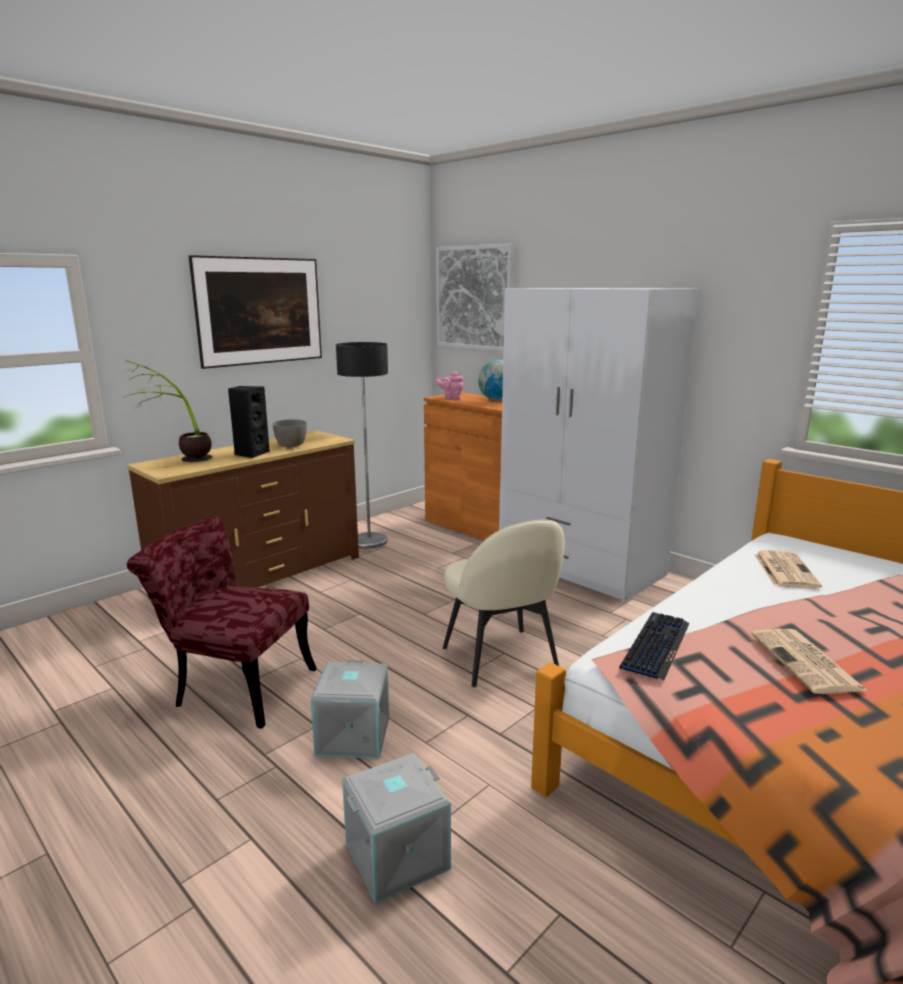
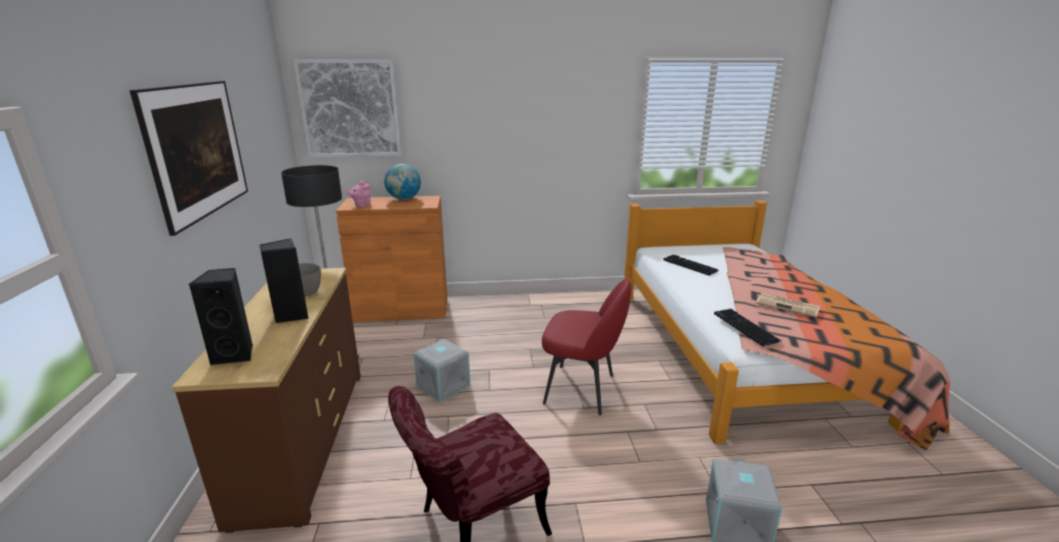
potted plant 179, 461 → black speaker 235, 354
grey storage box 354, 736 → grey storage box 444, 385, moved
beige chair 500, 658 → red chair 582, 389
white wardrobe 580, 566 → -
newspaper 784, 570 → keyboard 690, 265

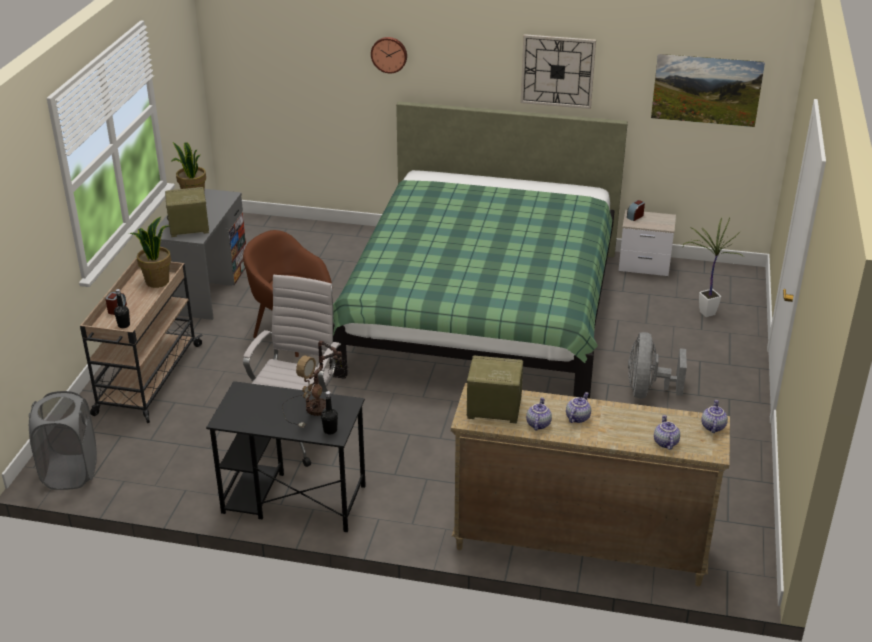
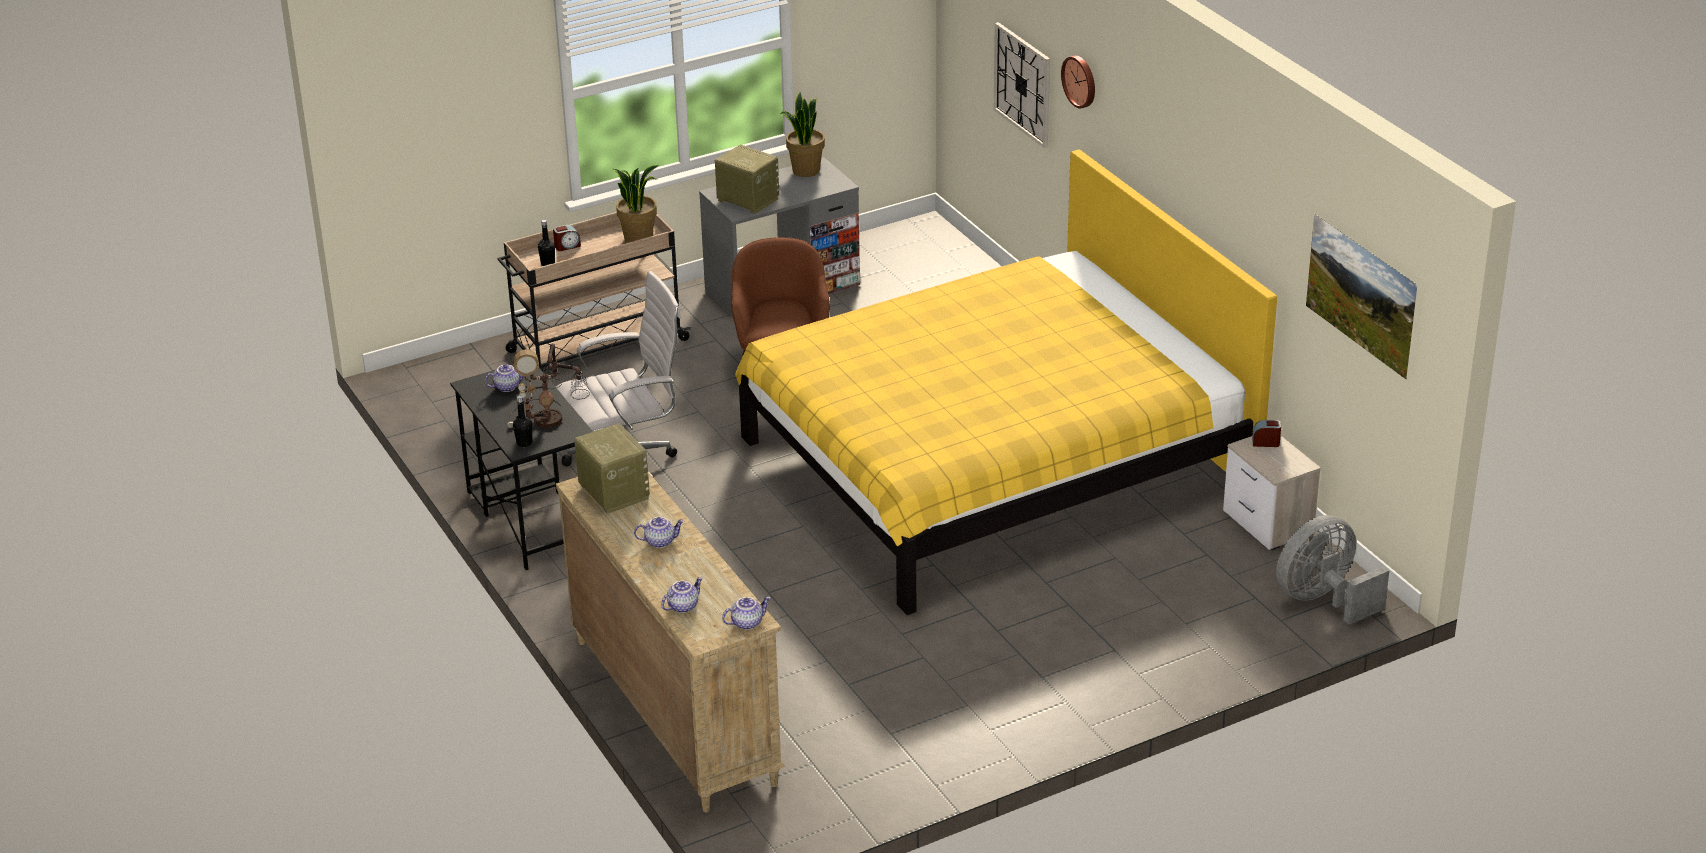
grey laundry basket 70, 472 → -
green bed 482, 311 → yellow bed 992, 463
wall clock 557, 71 → wall clock 1023, 84, moved
teapot 537, 424 → teapot 507, 386, moved
grey fan 647, 391 → grey fan 1323, 600, moved
potted plant 703, 313 → -

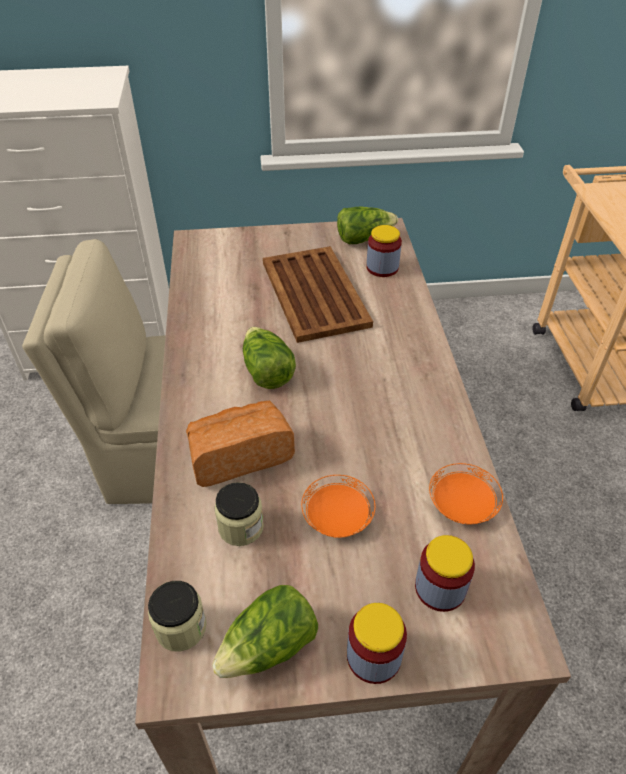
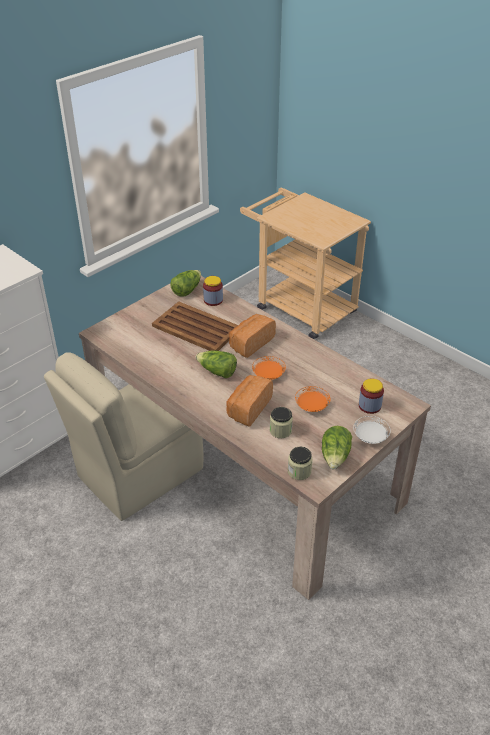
jar 373, 656 → white plate 370, 437
orange plate 462, 505 → orange plate 268, 375, moved
- → bread 250, 343

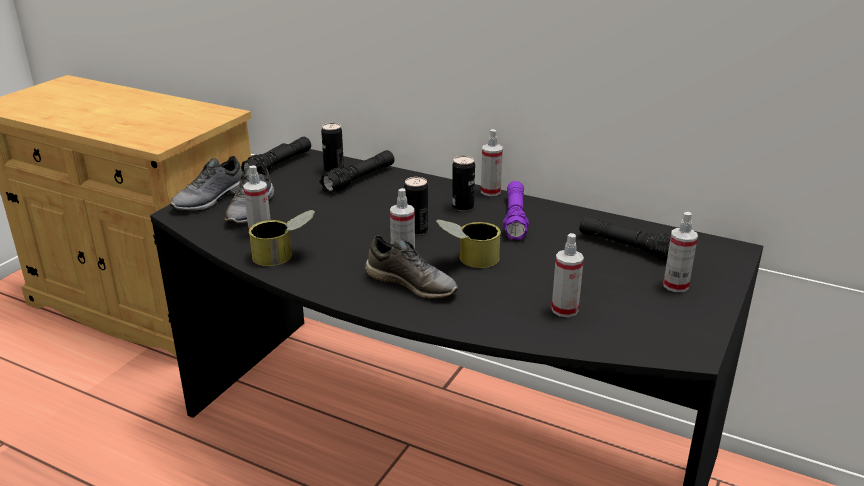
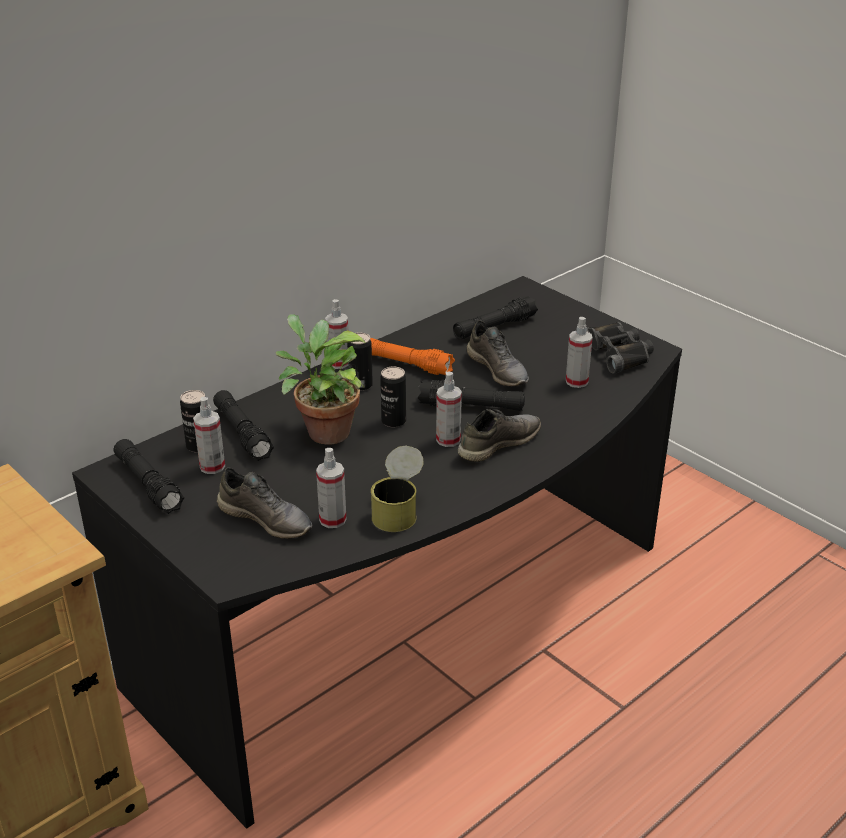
grey shoe 211, 200 → grey shoe 498, 369, moved
can 467, 260 → black flashlight 471, 406
purple flashlight 515, 218 → orange flashlight 405, 364
spray bottle 675, 285 → spray bottle 212, 466, moved
- → potted plant 324, 431
- → black binoculars 617, 353

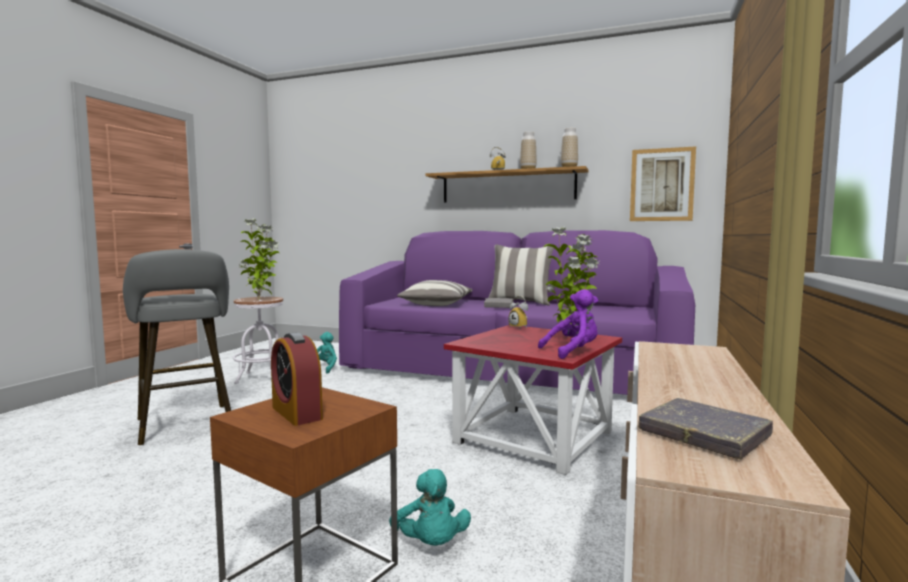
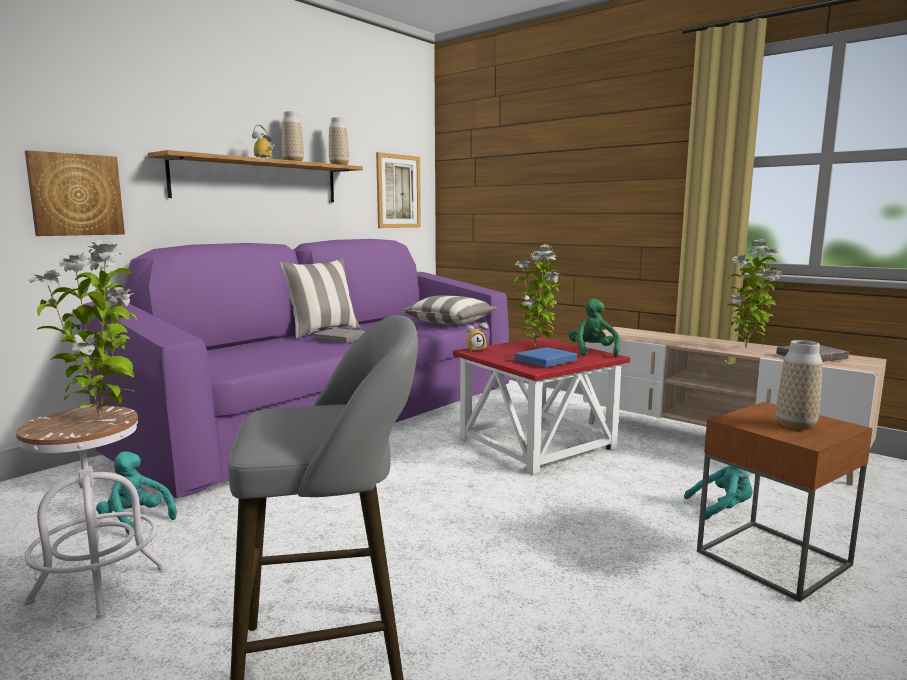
alarm clock 296, 413 → vase 795, 425
pillow 436, 304 → pillow 450, 322, moved
purple plush toy 573, 352 → green plush toy 592, 352
- → picture 76, 195
- → blue book 545, 361
- → potted plant 747, 348

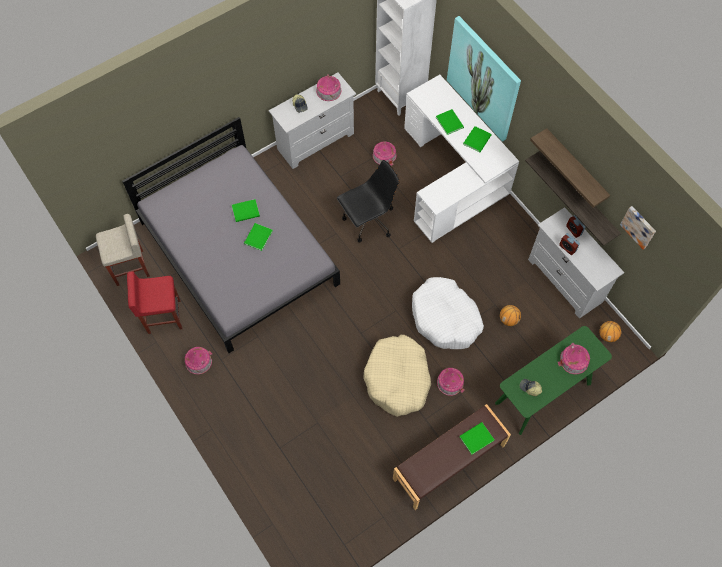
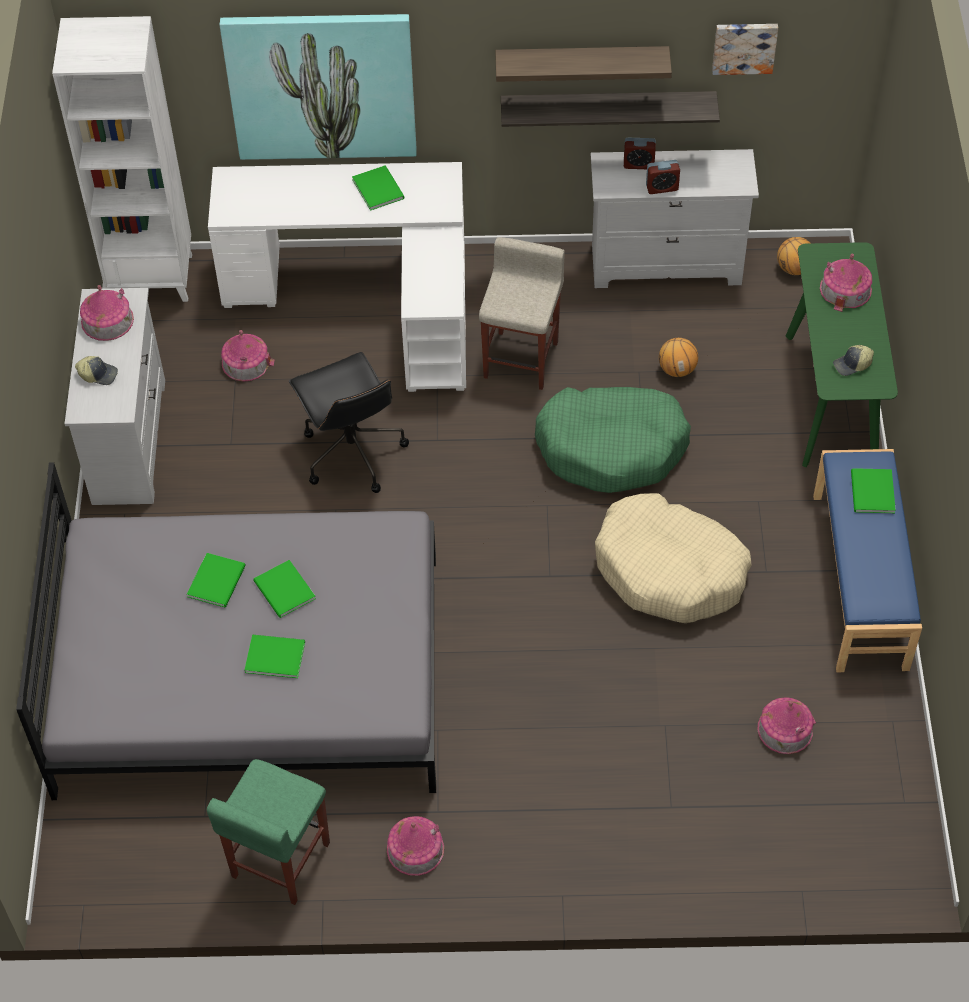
beige stool 130, 267 → beige stool 521, 359, moved
red stool 163, 316 → green stool 280, 861
black office chair 368, 221 → black office chair 351, 452, 150 degrees clockwise
brown bench 449, 462 → blue bench 861, 580
white dog bed 445, 318 → green dog bed 612, 447
green book 449, 121 → green book 273, 656, moved
toy house 450, 382 → toy house 785, 729, moved

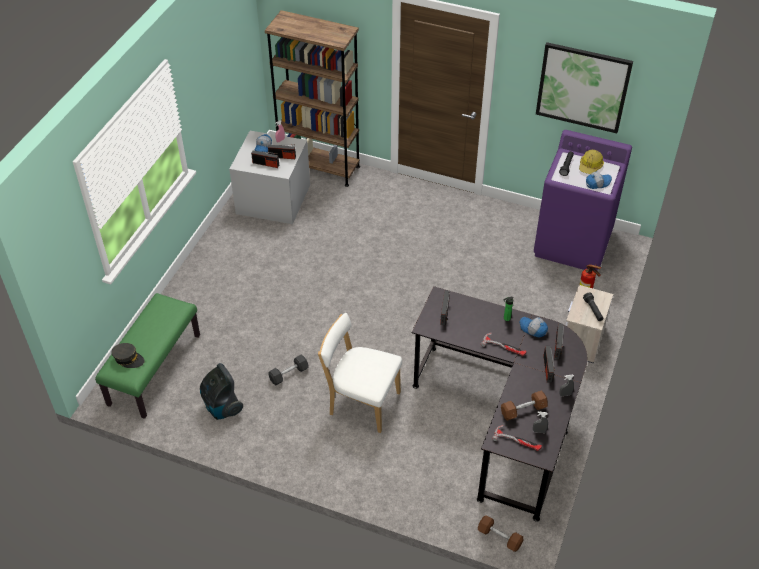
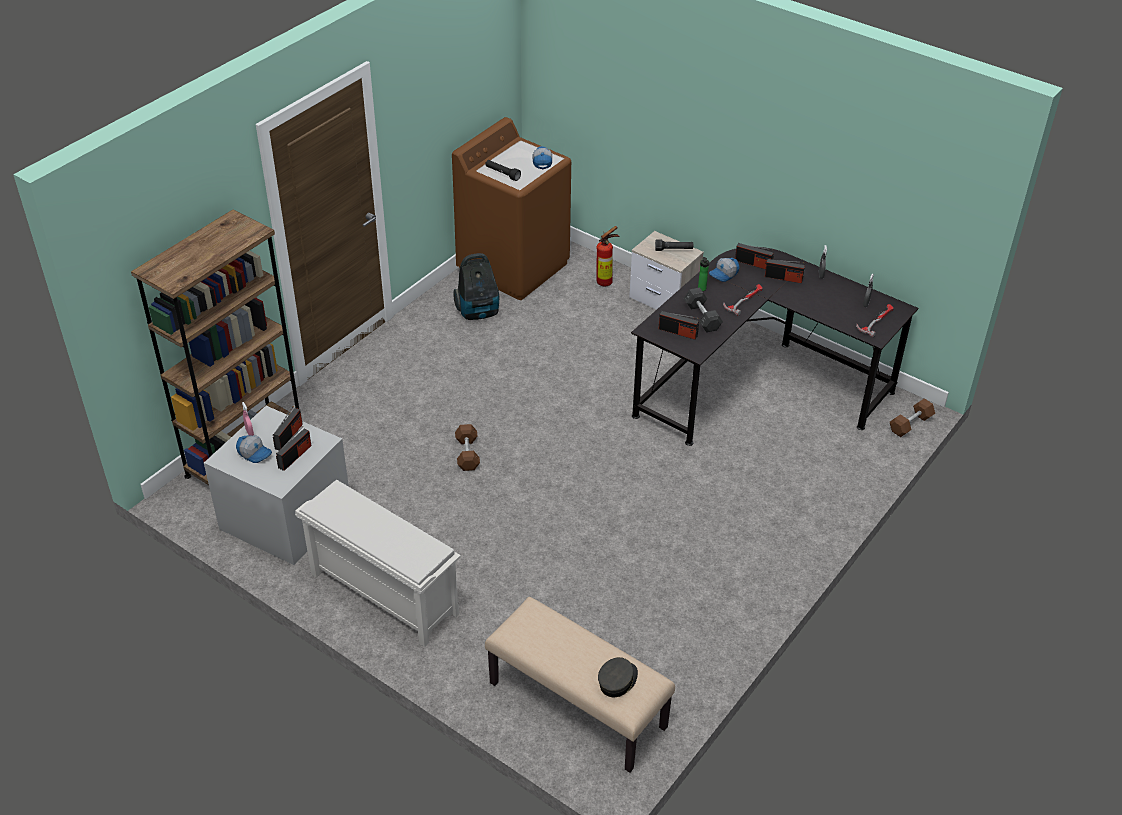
green bench 154, 369 → beige bench 576, 705
vacuum cleaner 222, 407 → vacuum cleaner 479, 312, moved
grey dumbbell 288, 374 → grey dumbbell 702, 317, moved
white chair 361, 402 → -
brown dumbbell 523, 410 → brown dumbbell 467, 454, moved
purple washing machine 573, 243 → brown washing machine 514, 266
picture 583, 87 → -
hard hat 590, 166 → -
- → white shoe rack 382, 593

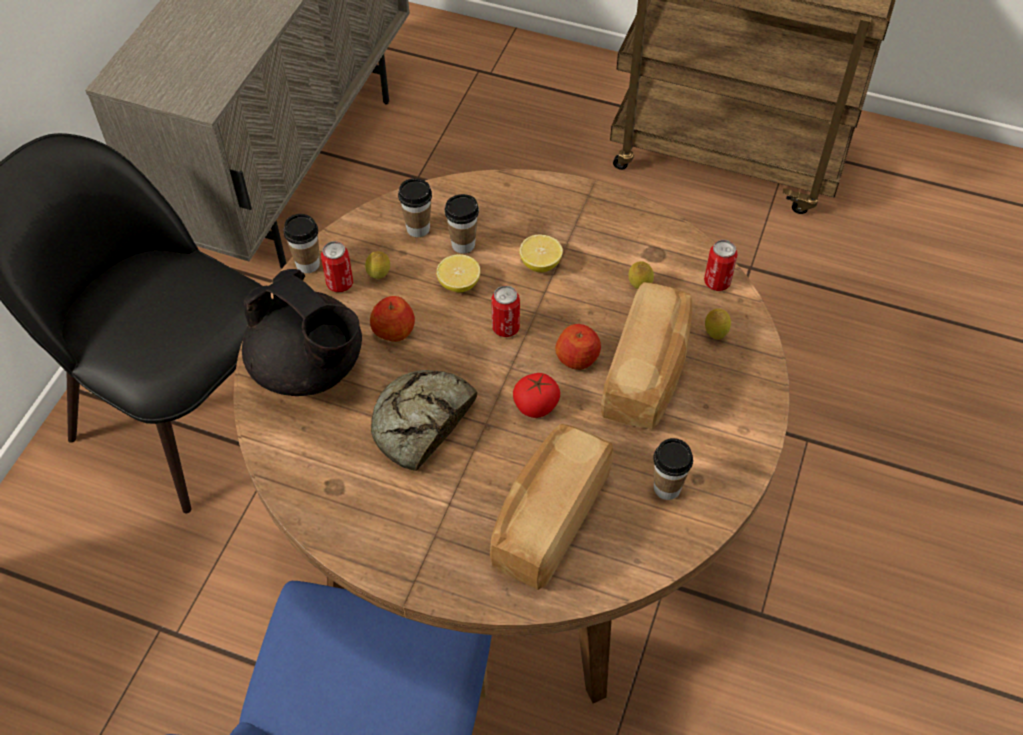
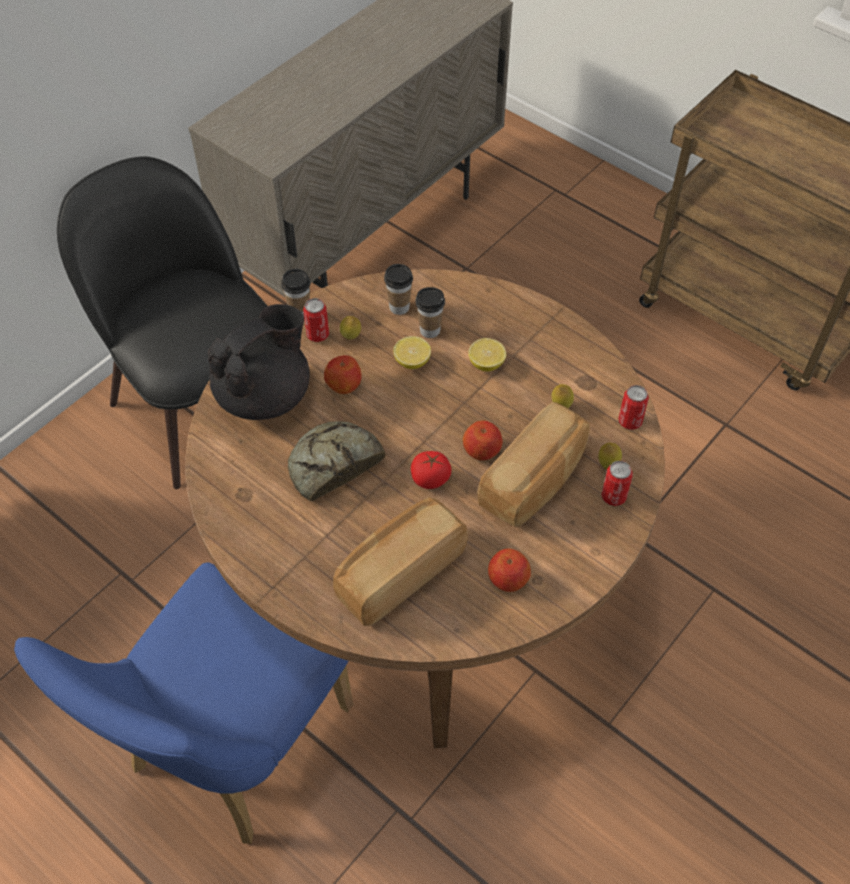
black teapot 309, 368 → black teapot 265, 395, 105 degrees counterclockwise
can 505, 328 → can 613, 496, moved
cup 667, 488 → apple 508, 579

